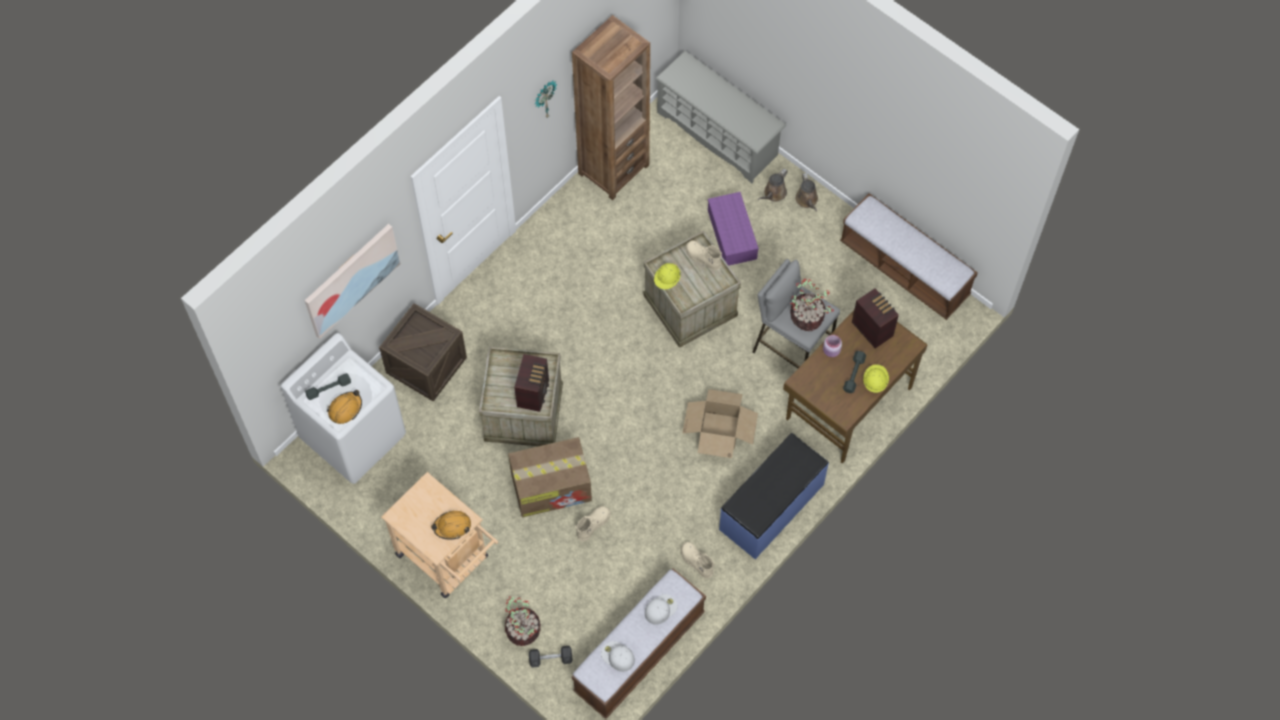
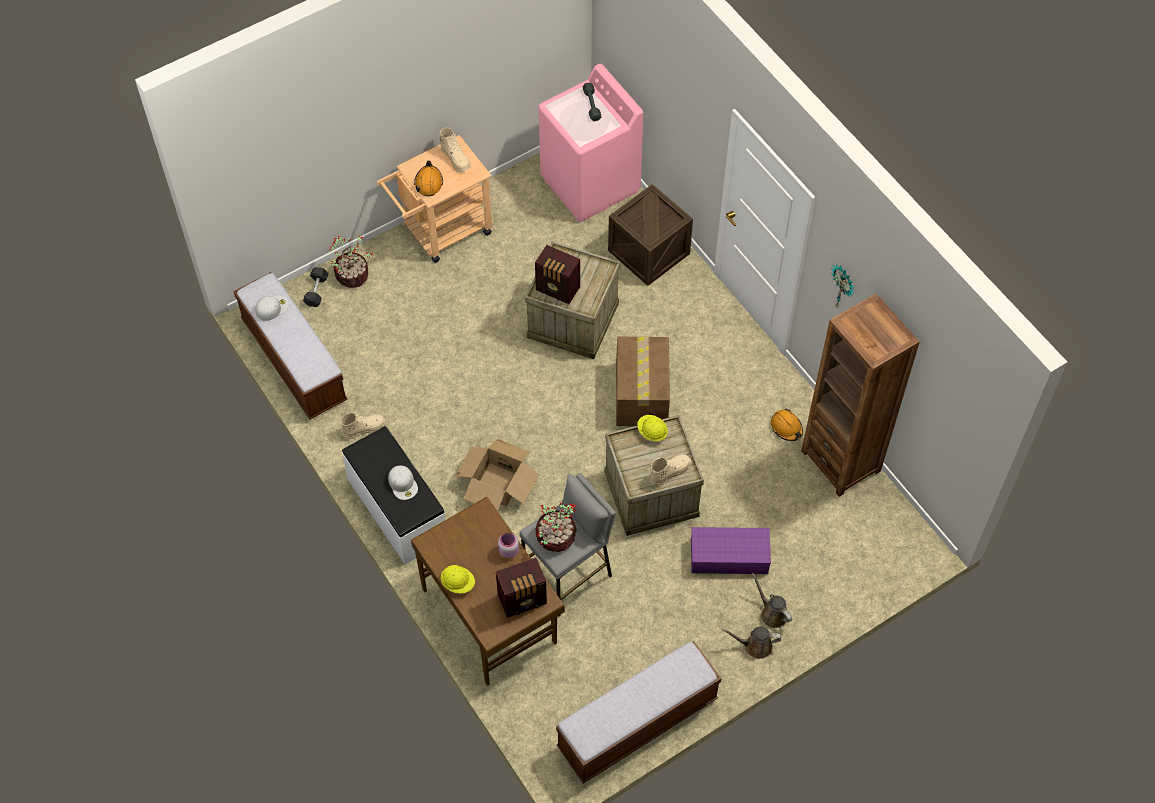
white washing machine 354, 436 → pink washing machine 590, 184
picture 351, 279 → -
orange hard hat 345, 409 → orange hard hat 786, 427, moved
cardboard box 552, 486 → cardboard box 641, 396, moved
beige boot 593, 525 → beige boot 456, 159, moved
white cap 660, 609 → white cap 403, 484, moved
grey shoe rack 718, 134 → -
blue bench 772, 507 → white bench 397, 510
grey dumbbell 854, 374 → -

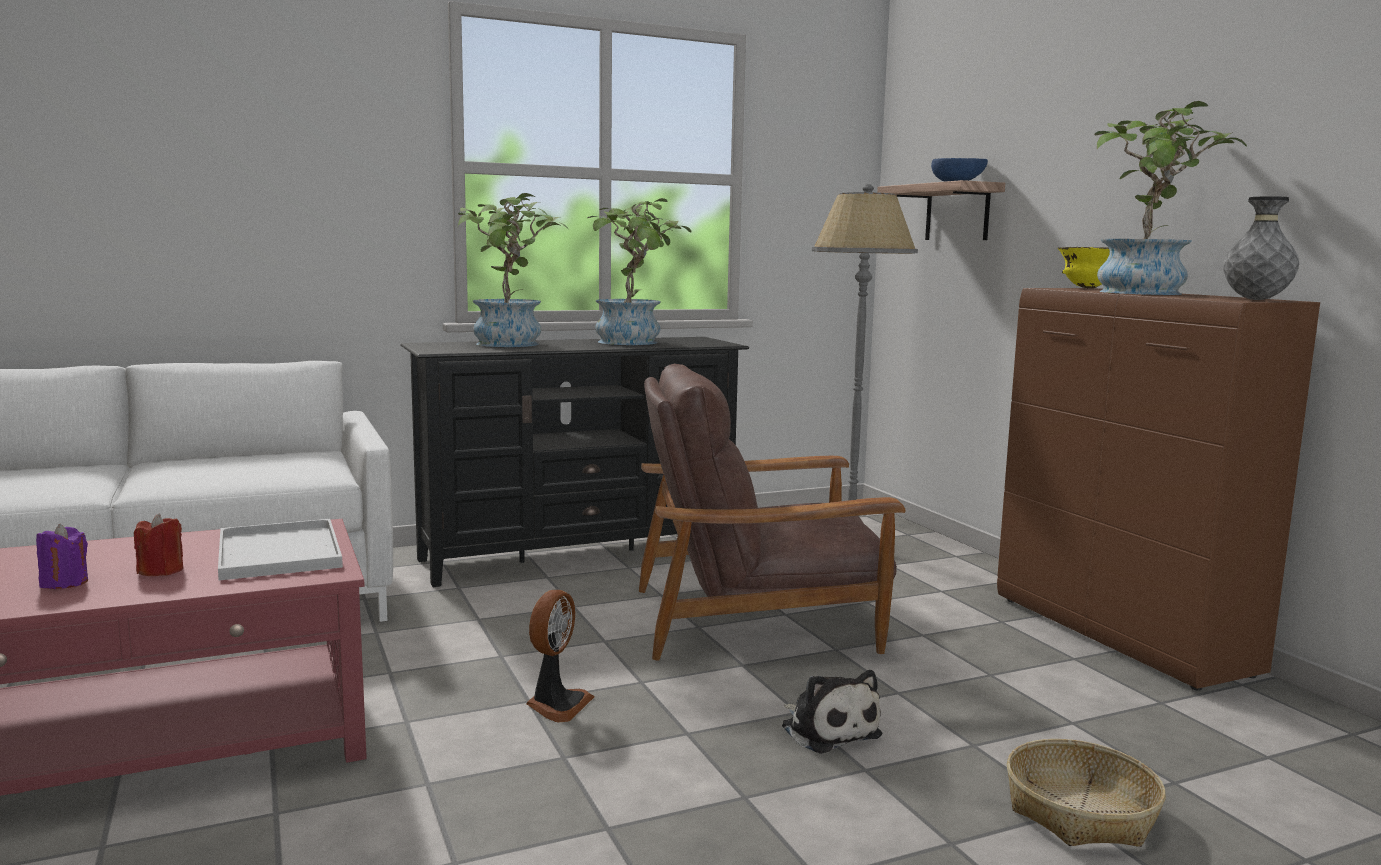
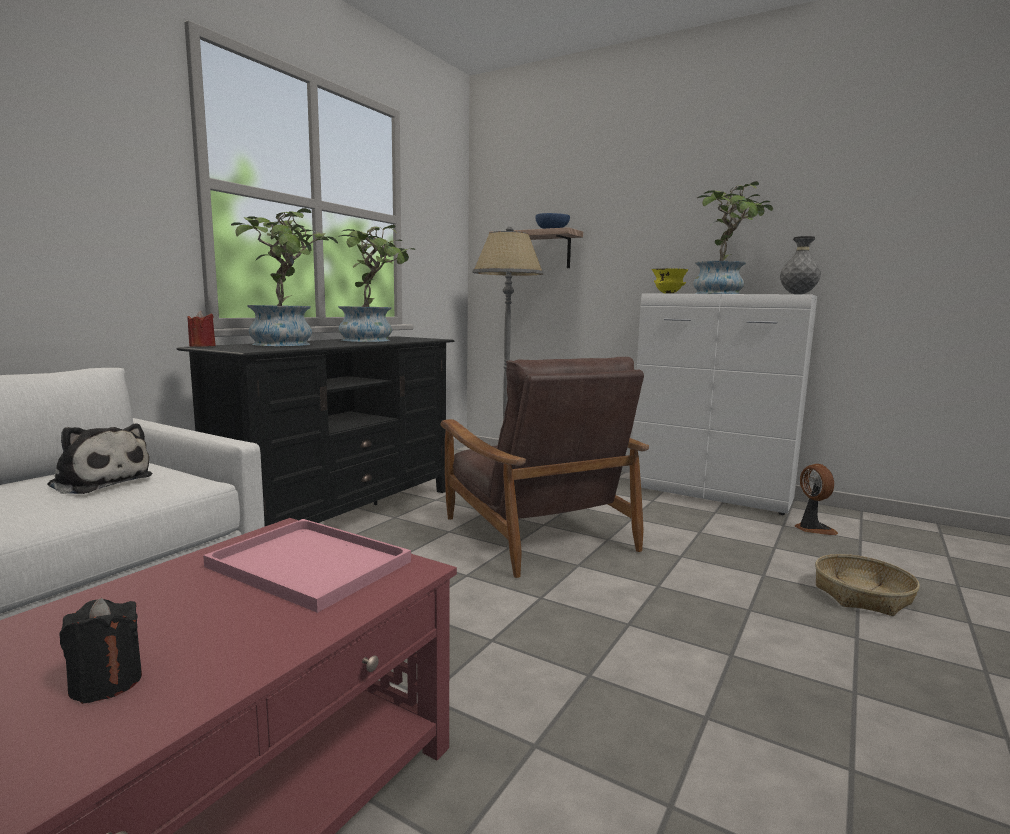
purple candle 64, 583 → black candle 106, 683
red candle 161, 571 → red candle 202, 346, moved
white tray 281, 553 → pink tray 313, 564
fan 556, 704 → fan 812, 529, moved
brown armchair 758, 620 → brown armchair 536, 532, 75 degrees counterclockwise
plush toy 828, 730 → plush toy 99, 481, moved
brown cabinet 1122, 636 → white cabinet 711, 495

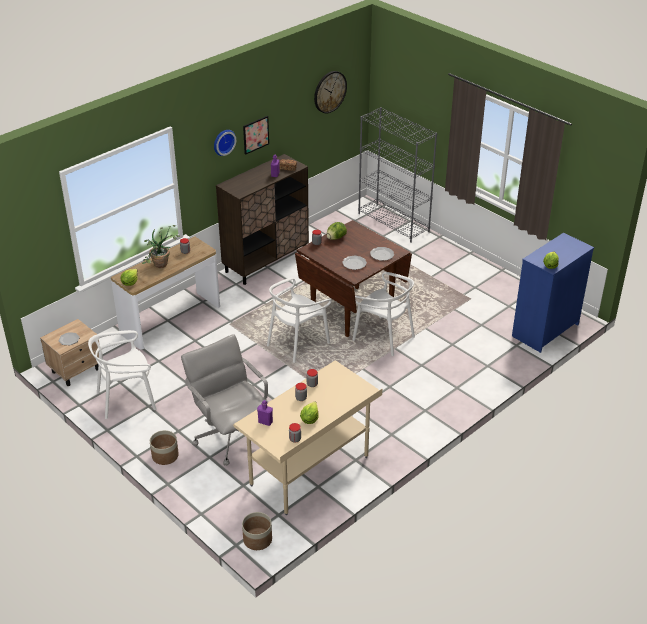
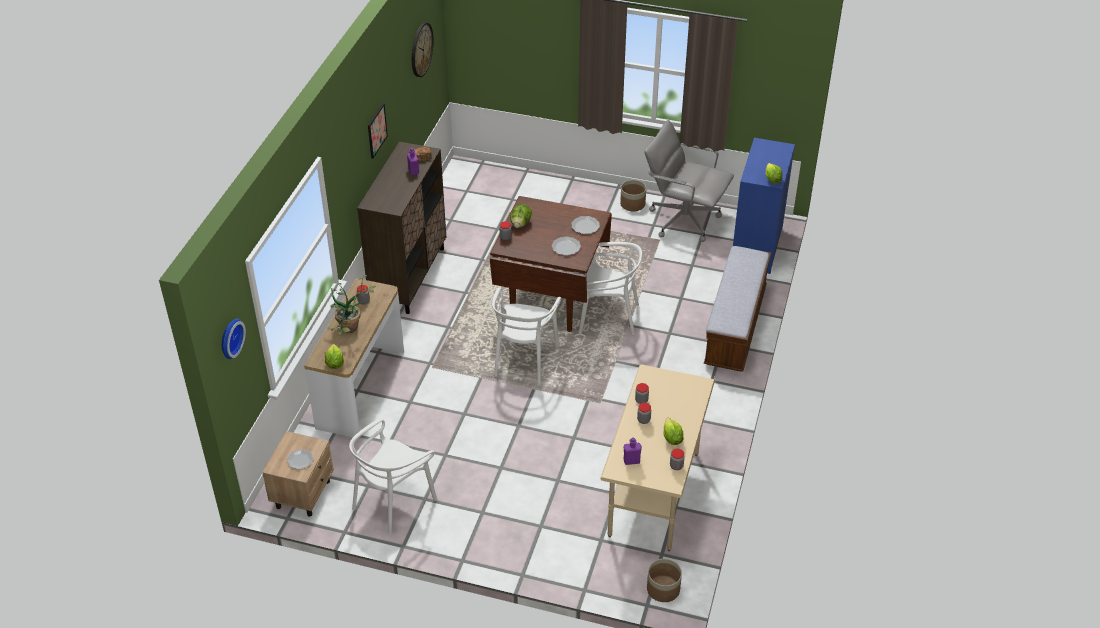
planter 165, 455 → planter 632, 204, moved
grey office chair 231, 436 → grey office chair 683, 220, moved
wall clock 223, 141 → wall clock 229, 338, moved
grey bookcase 394, 222 → -
- → bench 735, 326

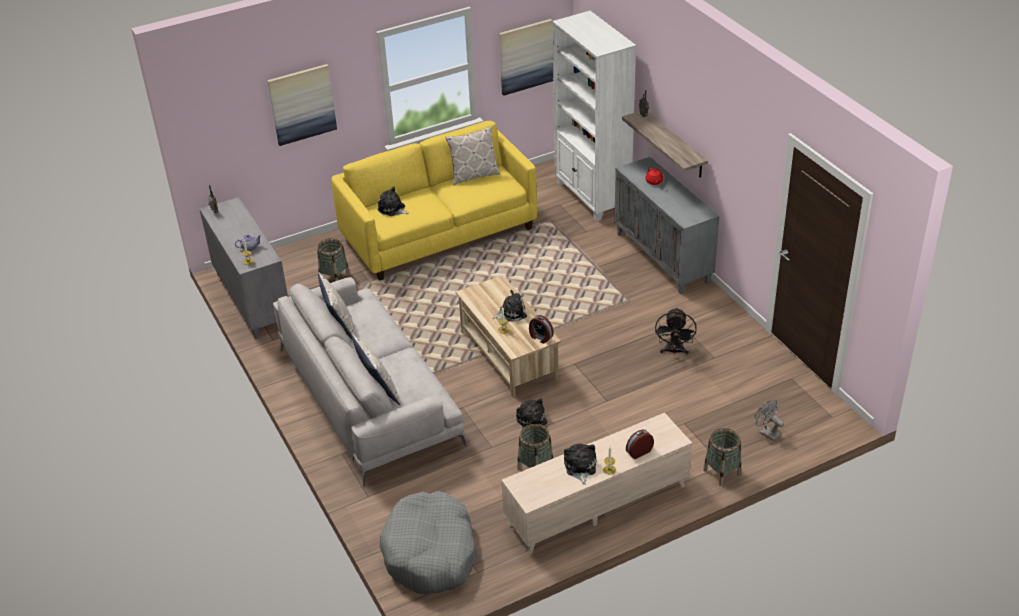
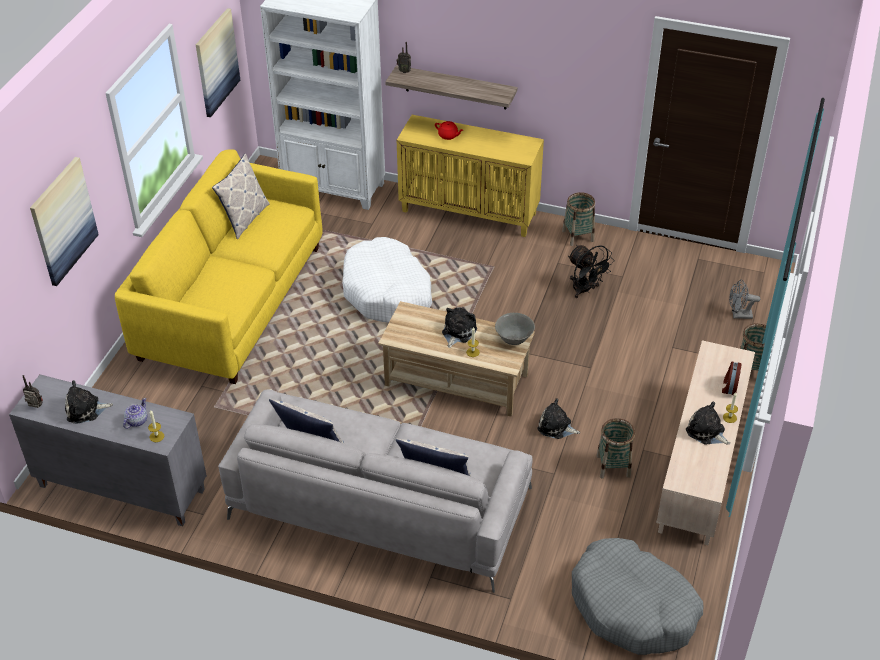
basket 334, 277 → basket 578, 236, moved
plush toy 392, 209 → plush toy 86, 410, moved
alarm clock 540, 337 → grey bowl 514, 339
grey cabinet 663, 258 → yellow cabinet 470, 212
- → white dog bed 387, 292

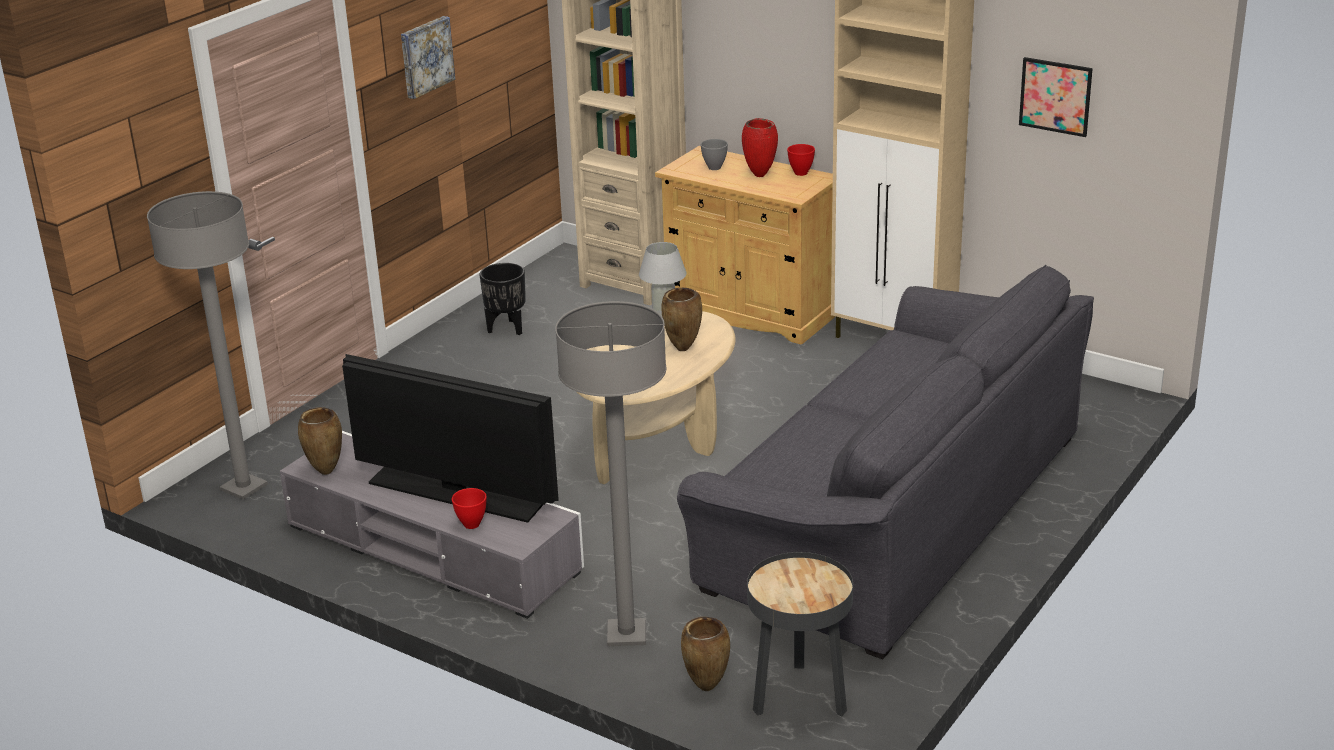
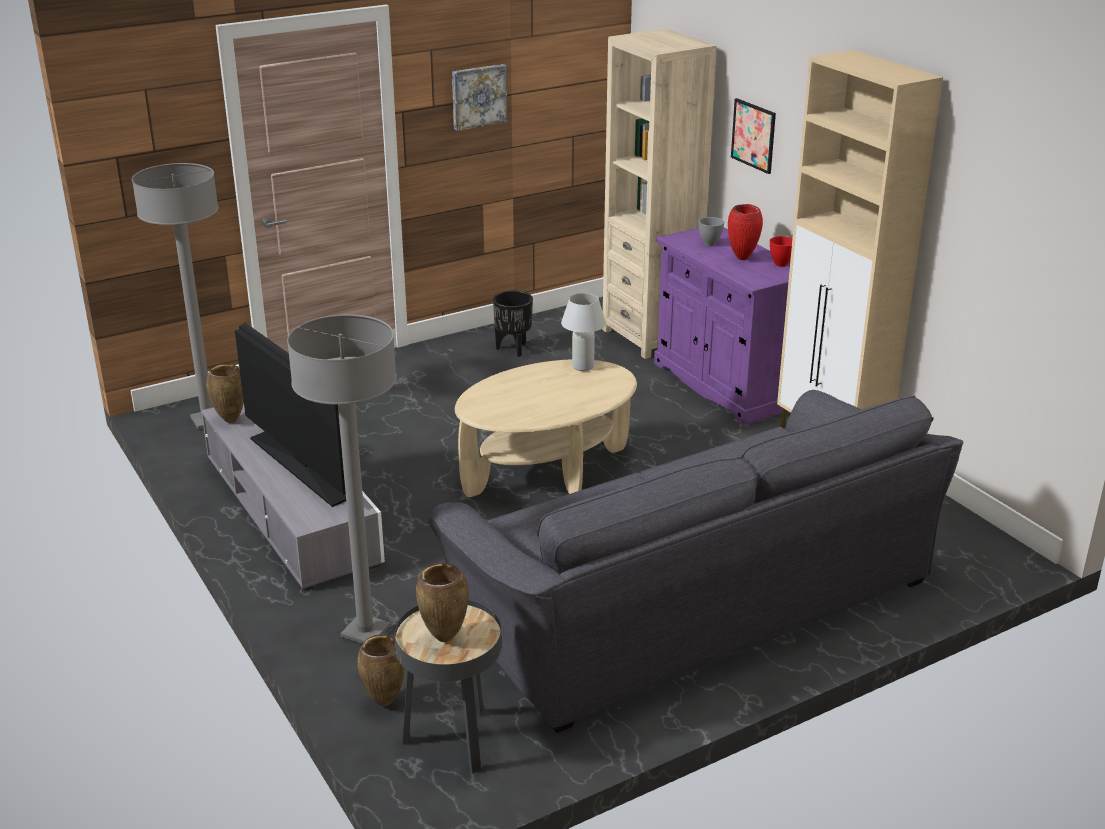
red bowl 472, 524 → -
beige cabinet 750, 311 → purple cabinet 725, 384
brown vase 682, 349 → brown vase 443, 639, moved
picture 1055, 96 → picture 753, 135, moved

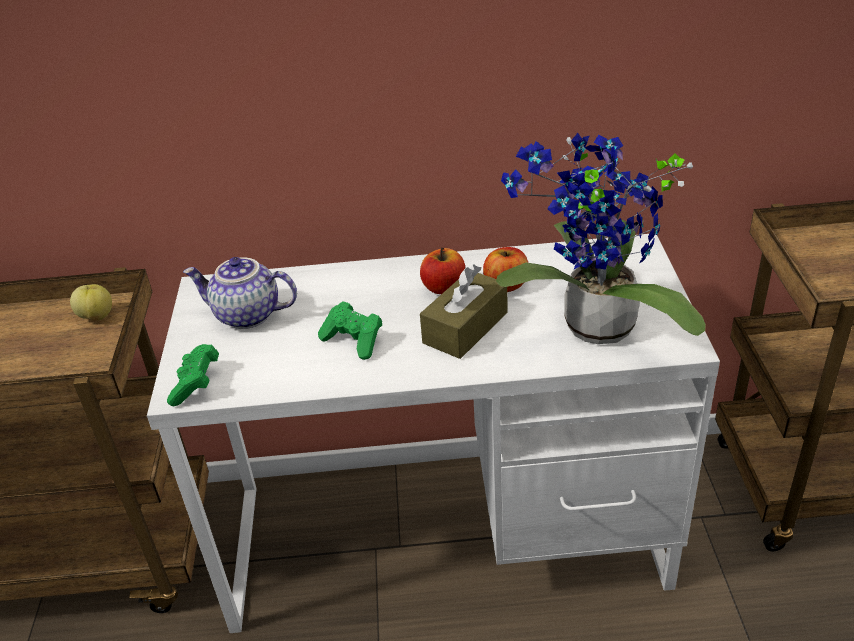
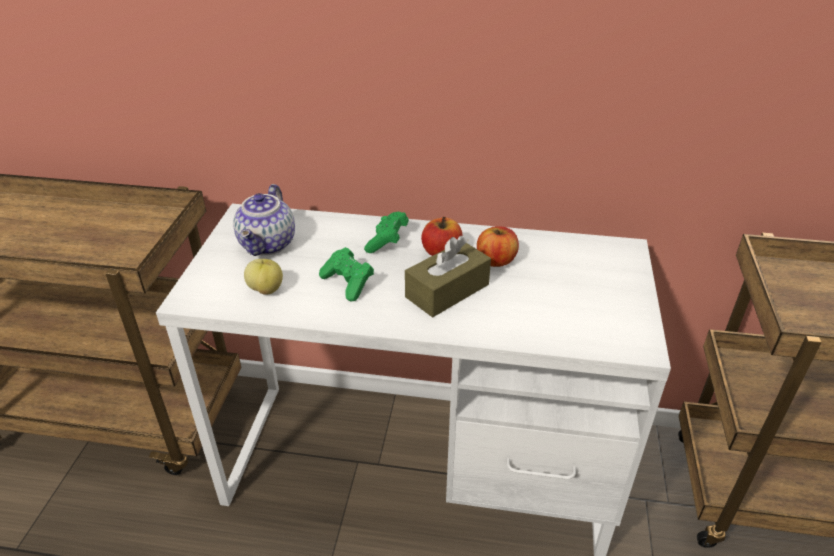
apple 97, 316 → apple 266, 289, moved
green game controller 196, 385 → green game controller 387, 241, moved
teapot 246, 316 → teapot 269, 245, 105 degrees counterclockwise
potted plant 593, 331 → -

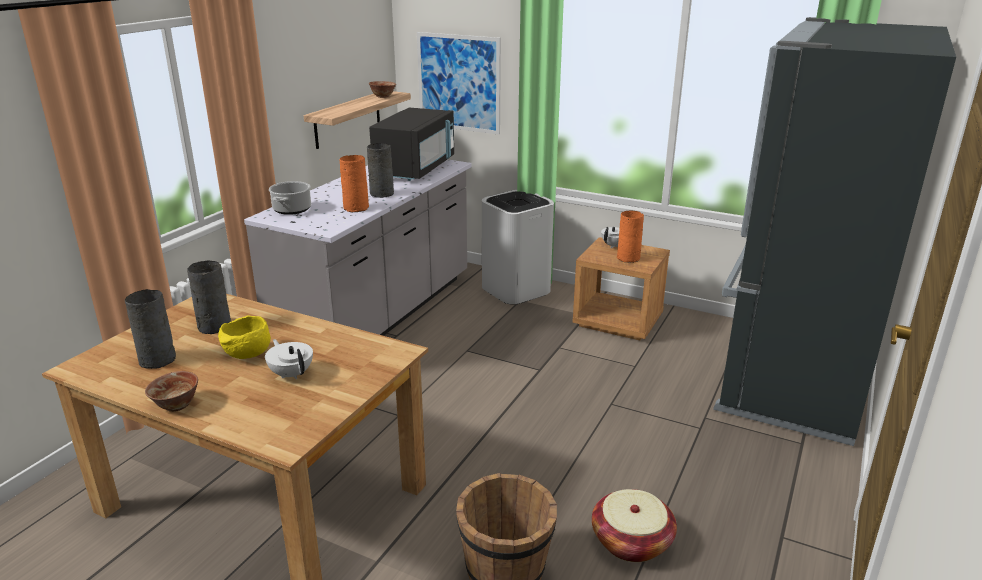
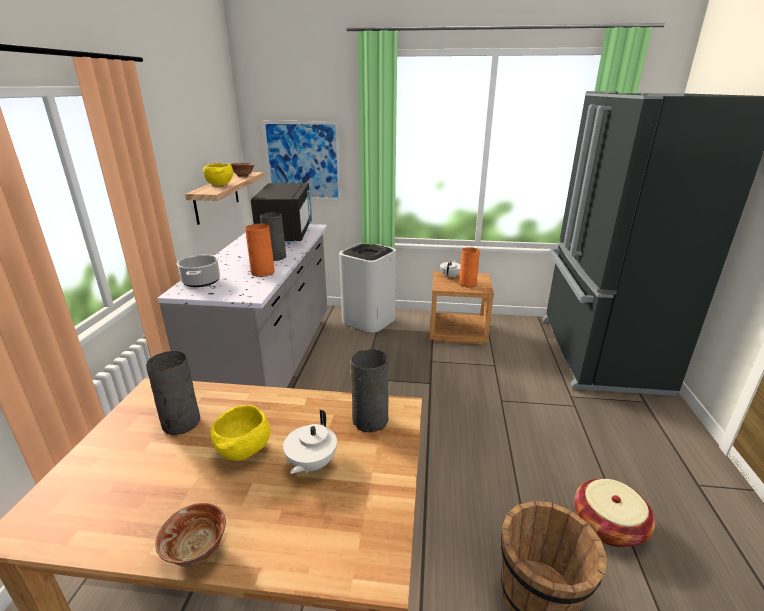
grey vase 158, 360 → grey vase 371, 420, moved
white teapot 291, 374 → white teapot 311, 464, 105 degrees counterclockwise
- → yellow bowl 220, 185

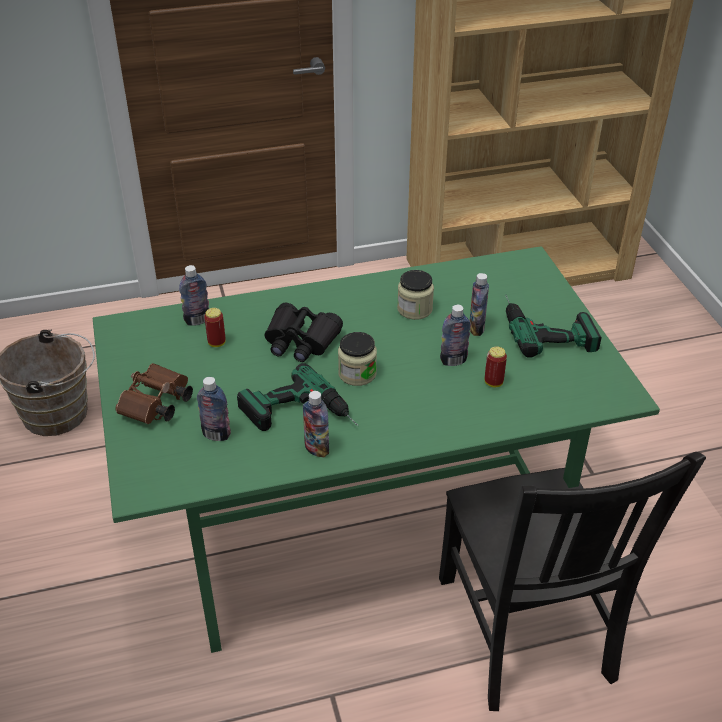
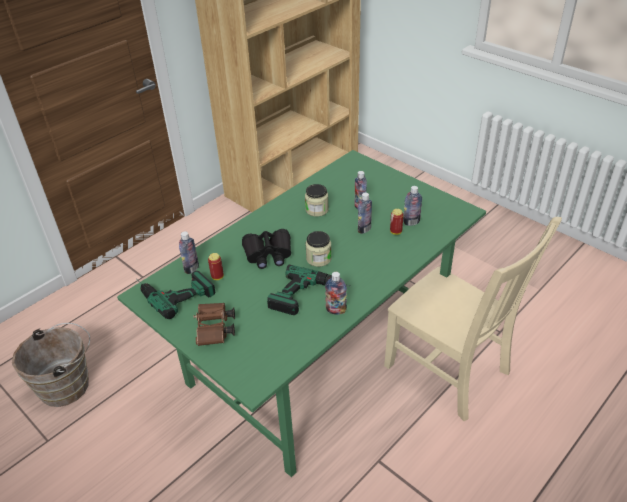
bottle 216, 435 → bottle 411, 222, moved
black chair 526, 633 → beige chair 450, 371
power drill 545, 327 → power drill 173, 290, moved

